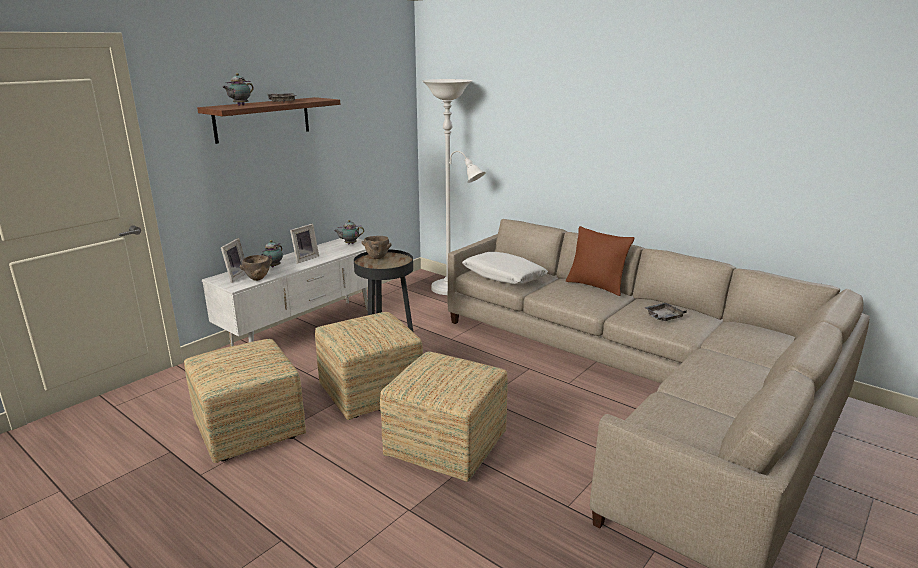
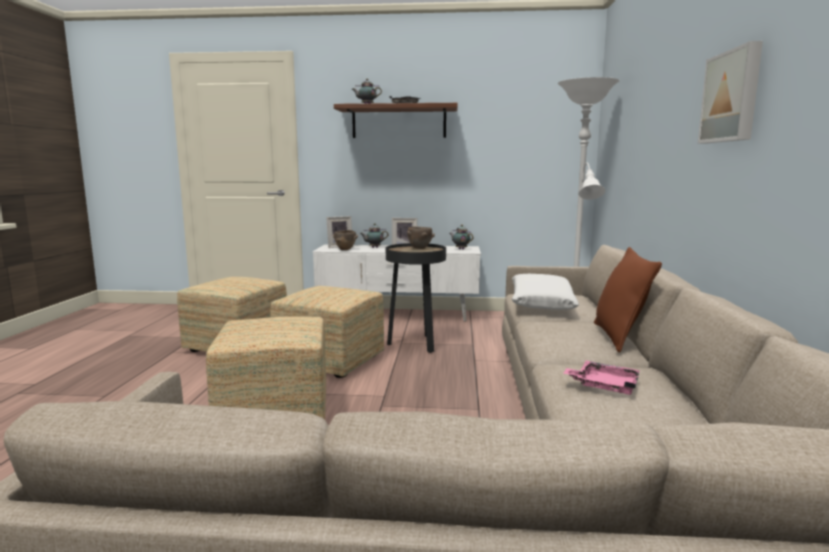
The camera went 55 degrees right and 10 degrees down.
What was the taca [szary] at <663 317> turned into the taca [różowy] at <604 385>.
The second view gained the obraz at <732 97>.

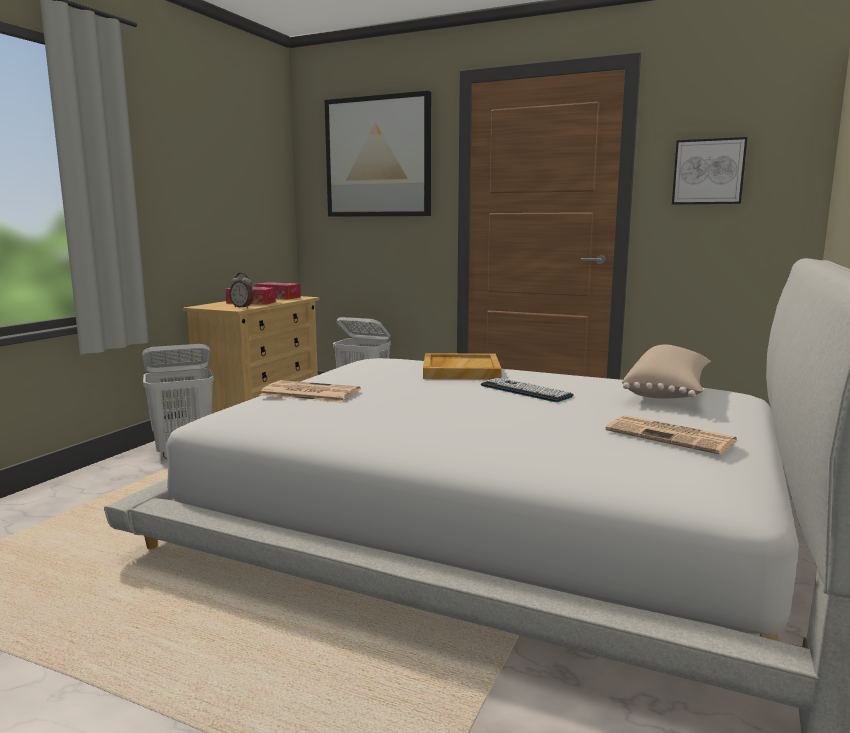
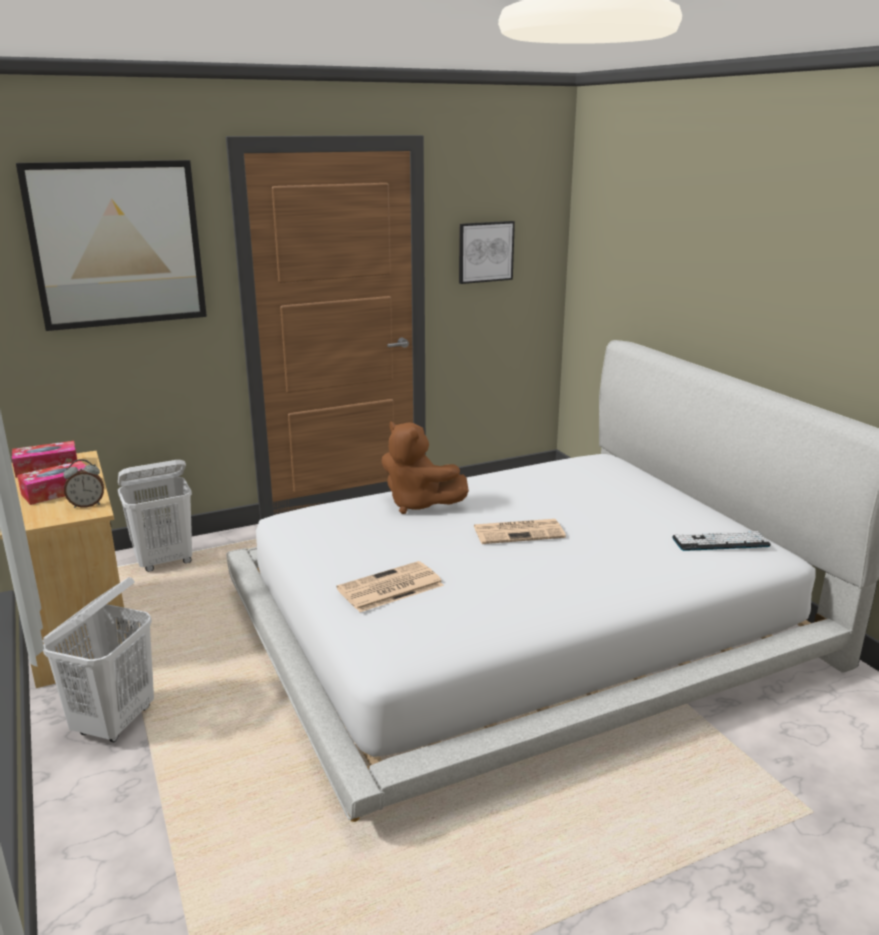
The camera went 50 degrees left and 10 degrees up.
Where the taca [beżowy] stood at <460 370>, the pluszak [brązowy] came to stand at <418 504>.
The gazeta ended up elsewhere, having gone from <672 436> to <519 532>.
The klawiatura ended up elsewhere, having gone from <525 391> to <720 542>.
The second view lost the poduszka [beżowy] at <669 392>.

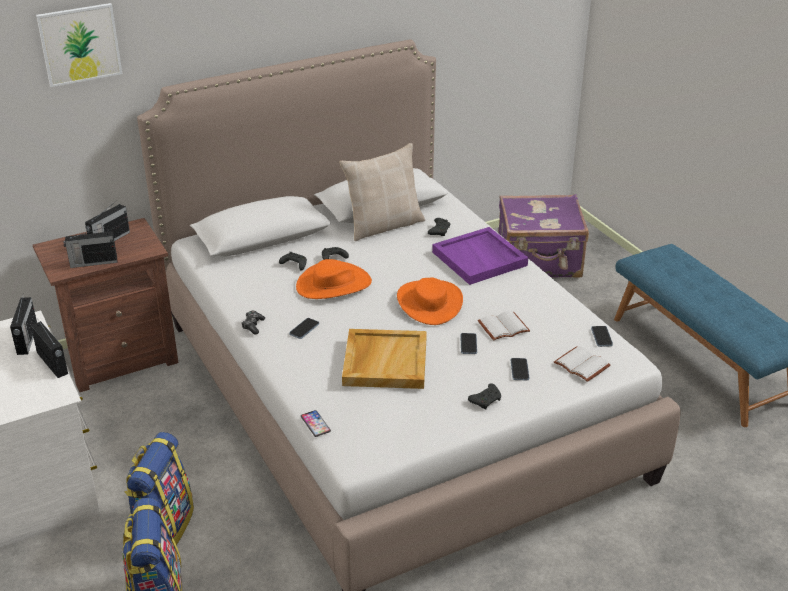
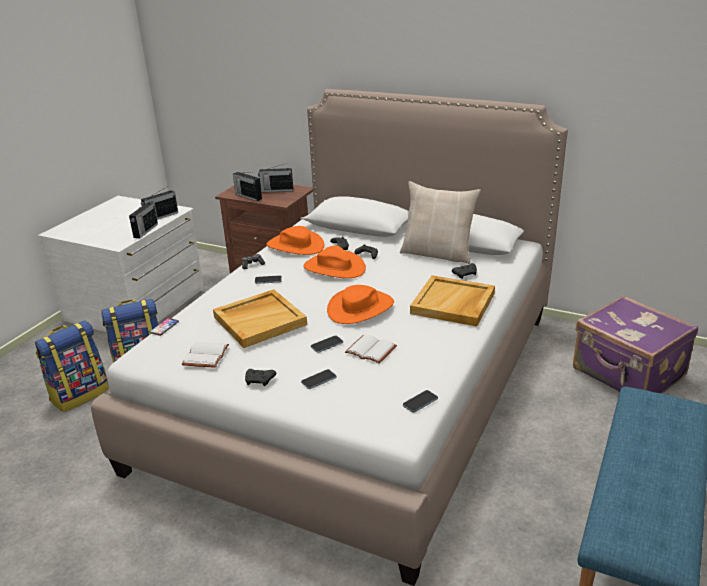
The camera went 55 degrees right and 5 degrees down.
The książka [biały] ended up elsewhere, having gone from <580 365> to <205 355>.
The second view gained the kapelusz [pomarańczowy] at <295 246>.
What was the taca [fioletowy] at <480 259> turned into the taca [beżowy] at <453 304>.
The second view lost the obraz at <80 44>.

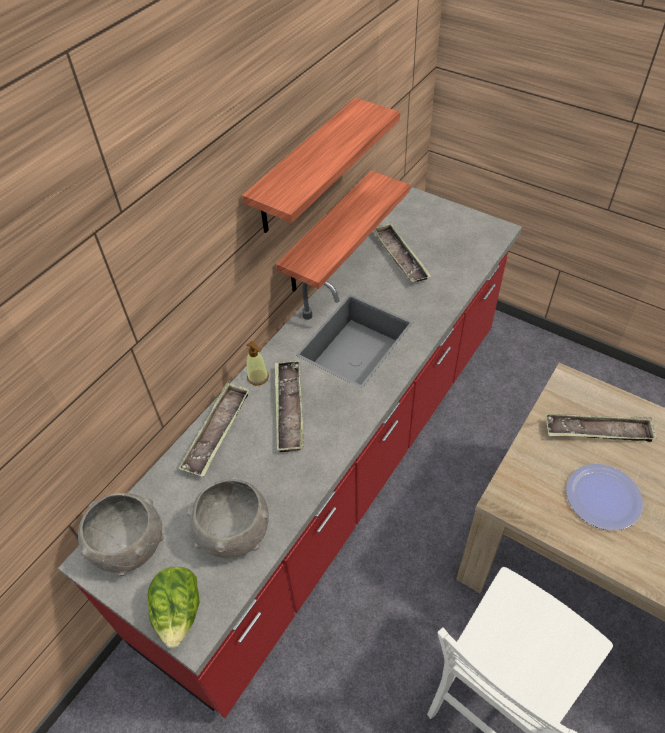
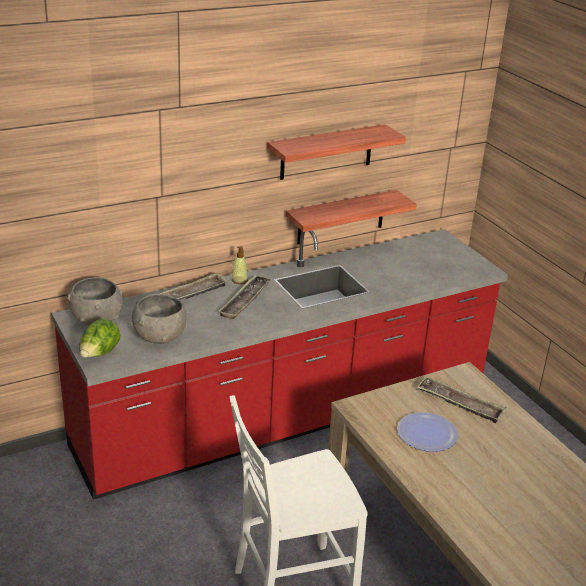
The camera went 25 degrees right and 20 degrees down.
The second view lost the taca at <400 256>.

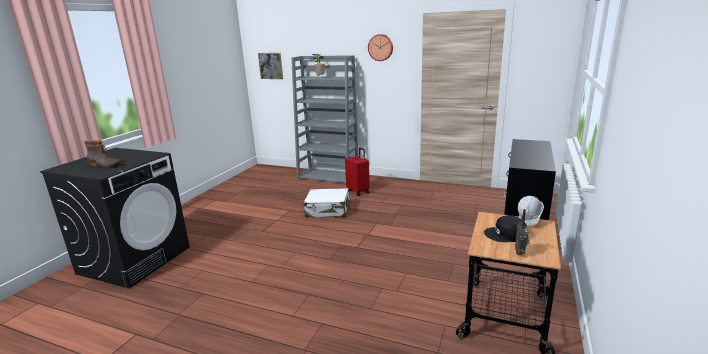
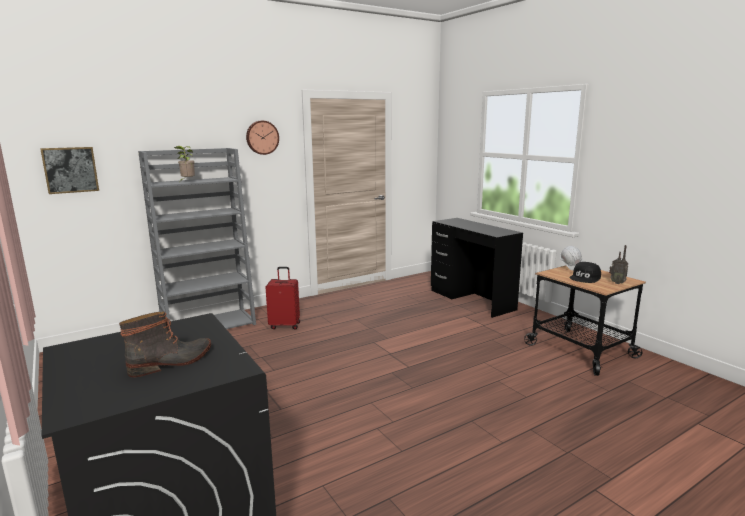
The camera went 55 degrees left and 5 degrees down.
The second view lost the walizka [biały] at <328 210>.

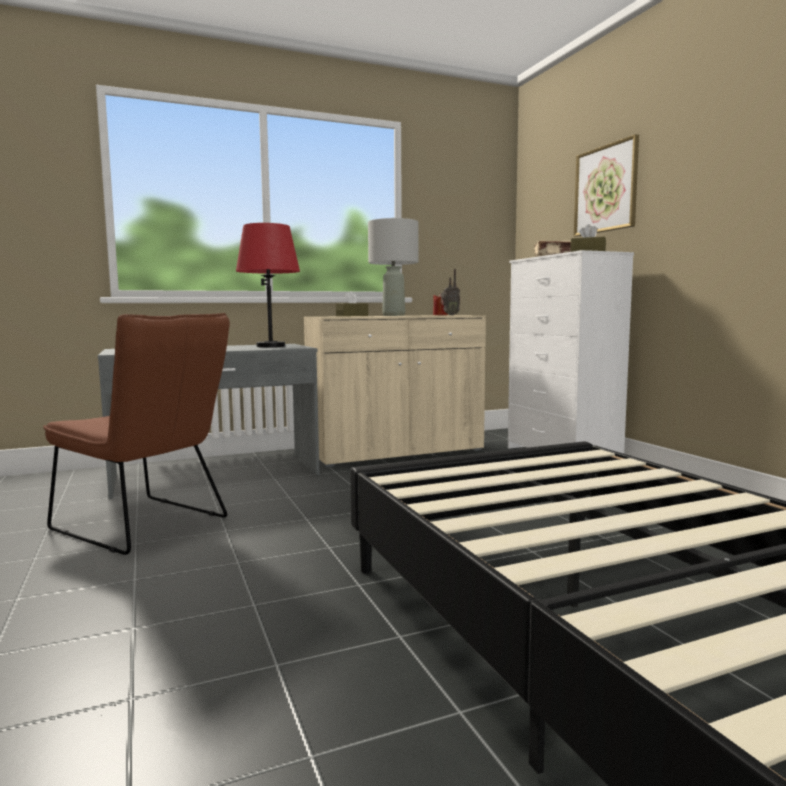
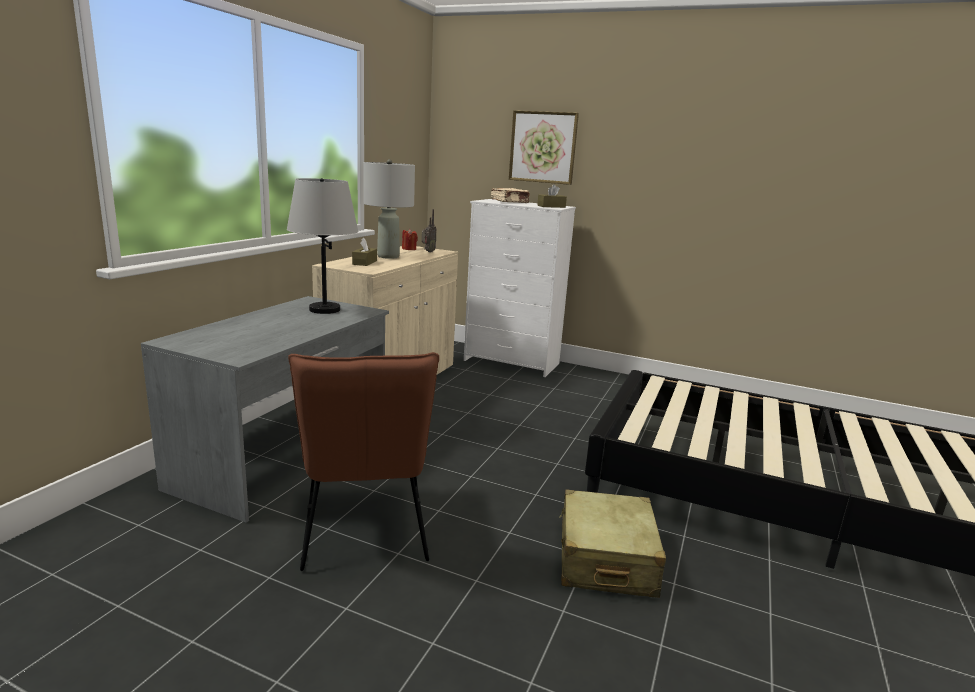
The camera went 45 degrees left and 10 degrees up.
What was the lampa stołowa [czerwony] at <270 346> turned into the lampa stołowa [szary] at <324 309>.
The krzesło [brązowy] at <147 526> ended up facing another way, 90 degrees clockwise from before.
The second view gained the walizka [beżowy] at <605 559>.

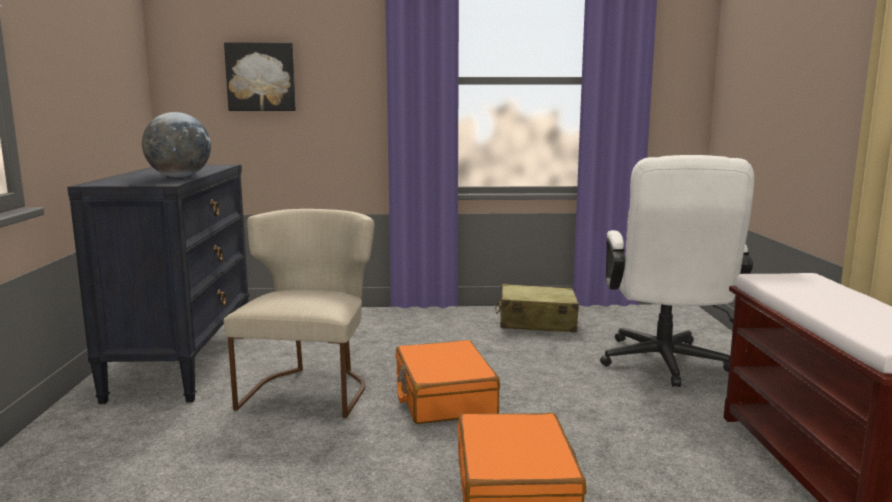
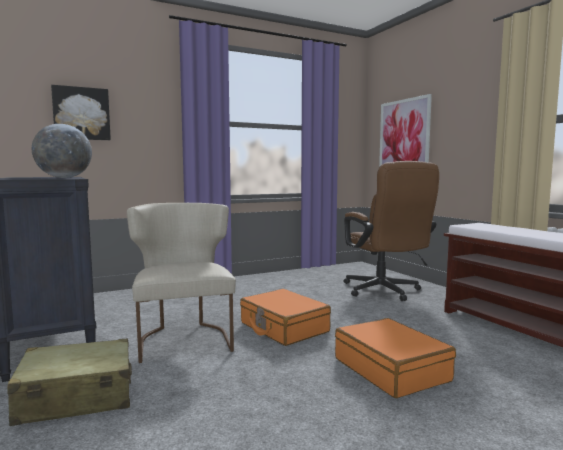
The camera went 25 degrees left and 5 degrees down.
The walizka [beżowy] ended up elsewhere, having gone from <536 322> to <76 397>.
What was the krzesło biurowe [biały] at <664 366> turned into the krzesło biurowe [brązowy] at <385 292>.
The second view gained the obraz at <404 134>.

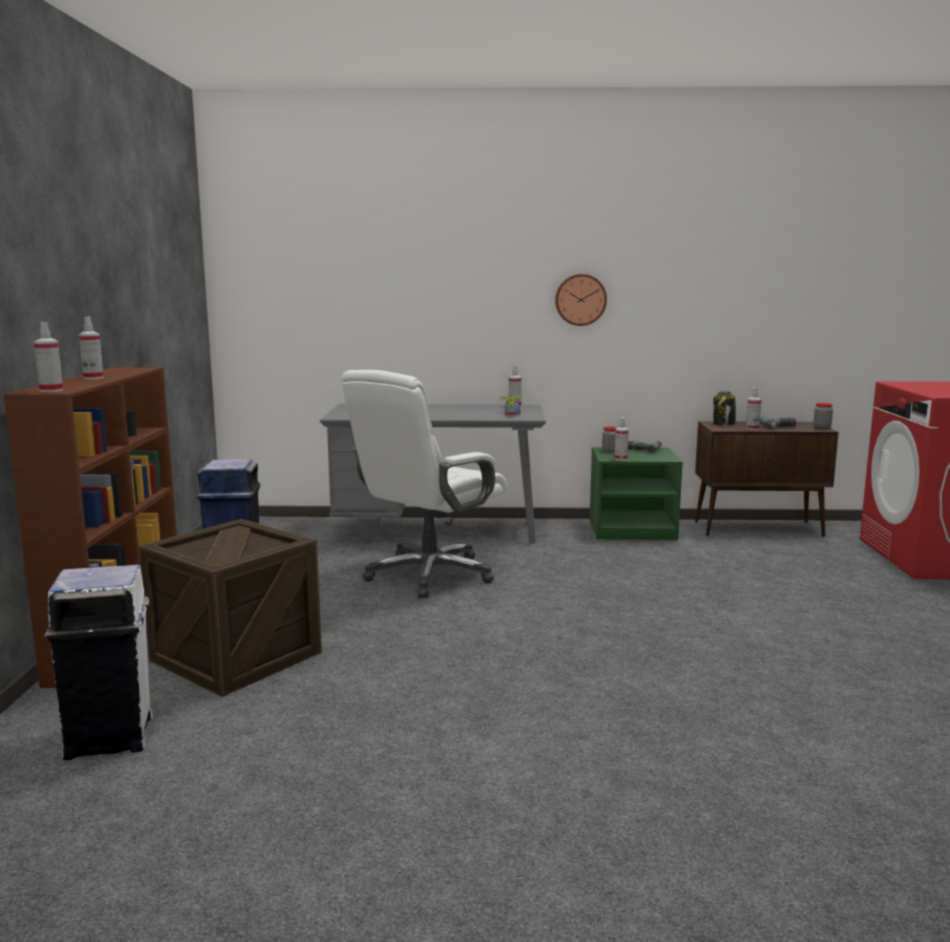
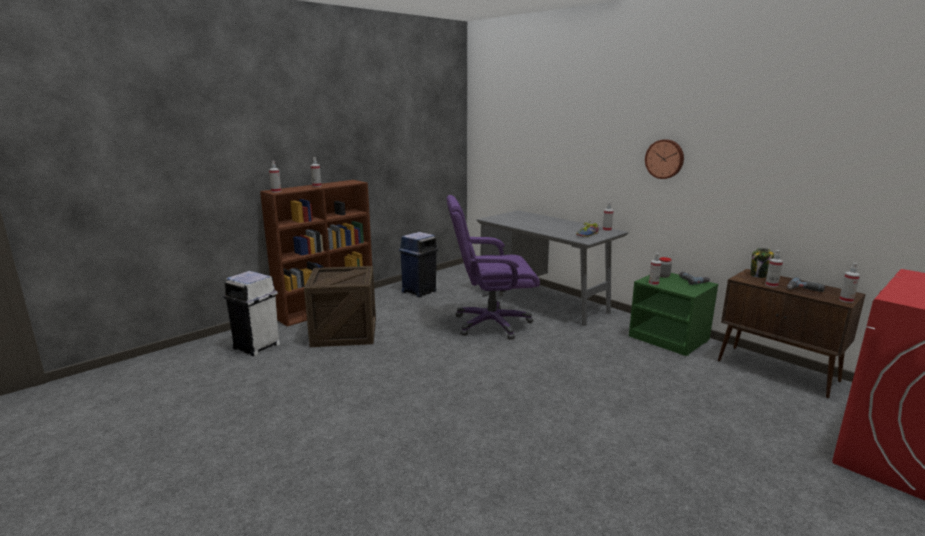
The camera went 45 degrees right and 5 degrees up.
What was the krzesło biurowe [biały] at <429 575> turned into the krzesło biurowe [fioletowy] at <491 324>.
Where the słoik stood at <822 428>, the spryskiwacz came to stand at <846 300>.

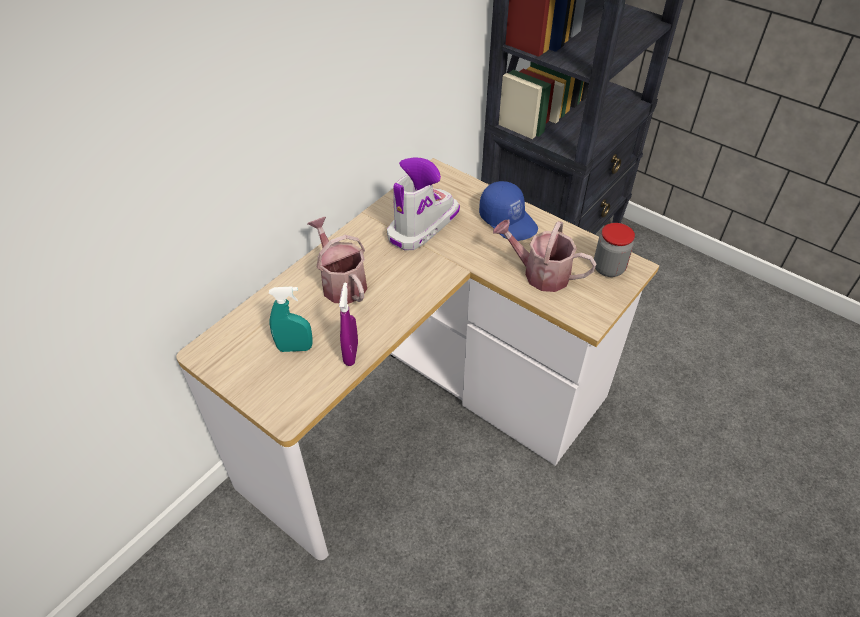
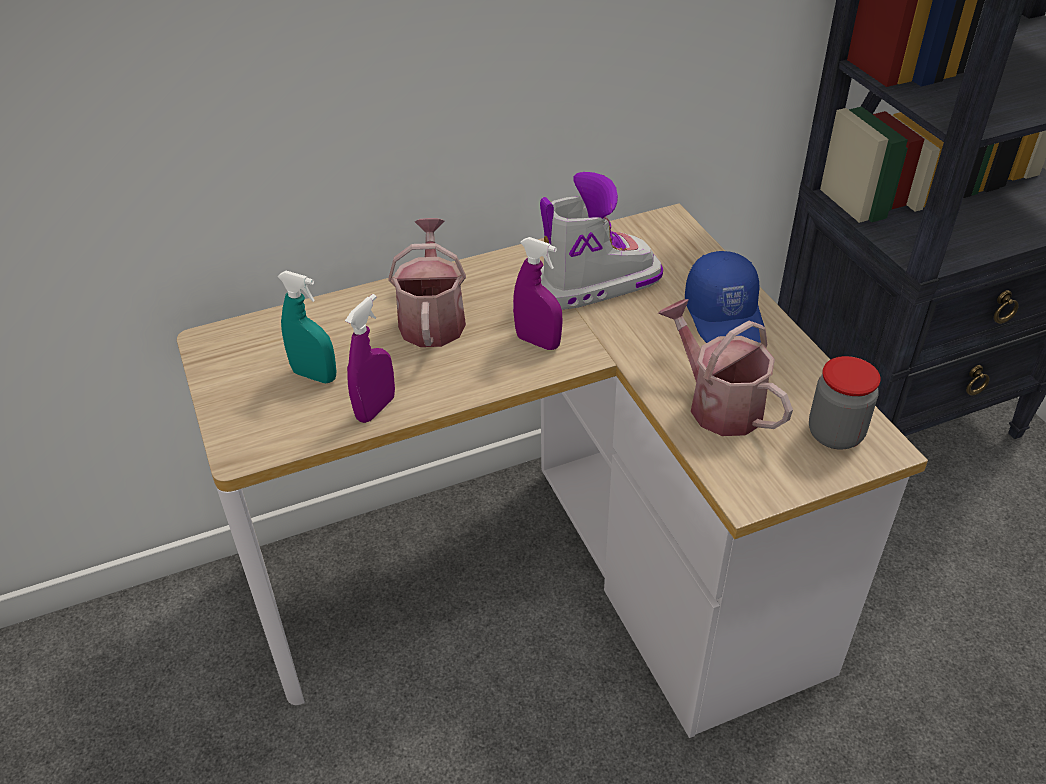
The camera went 30 degrees right and 5 degrees down.
The second view gained the spryskiwacz [fioletowy] at <538 342>.

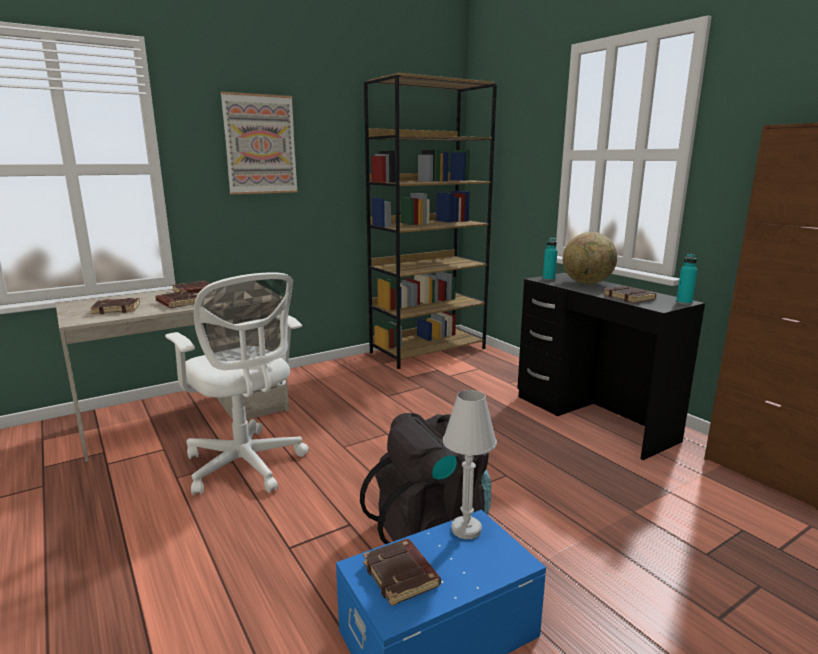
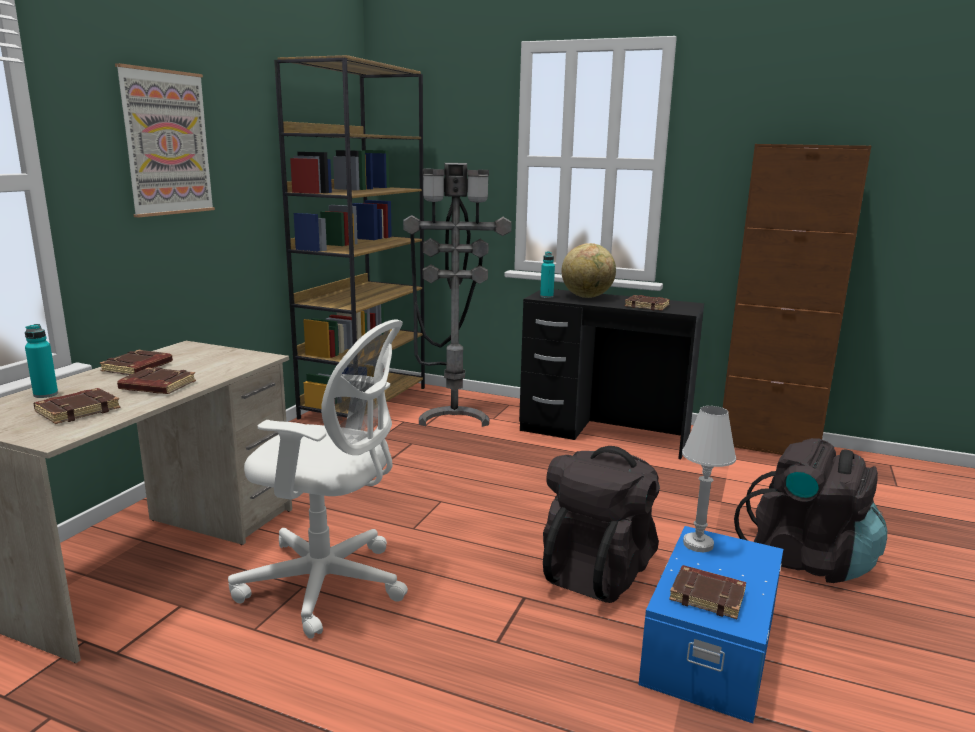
The camera went 35 degrees left and 0 degrees up.
The butelka [turkusowy] ended up elsewhere, having gone from <684 303> to <46 394>.
The second view gained the lampa stojąca [szary] at <454 414>.
The second view gained the plecak [czarny] at <806 559>.

